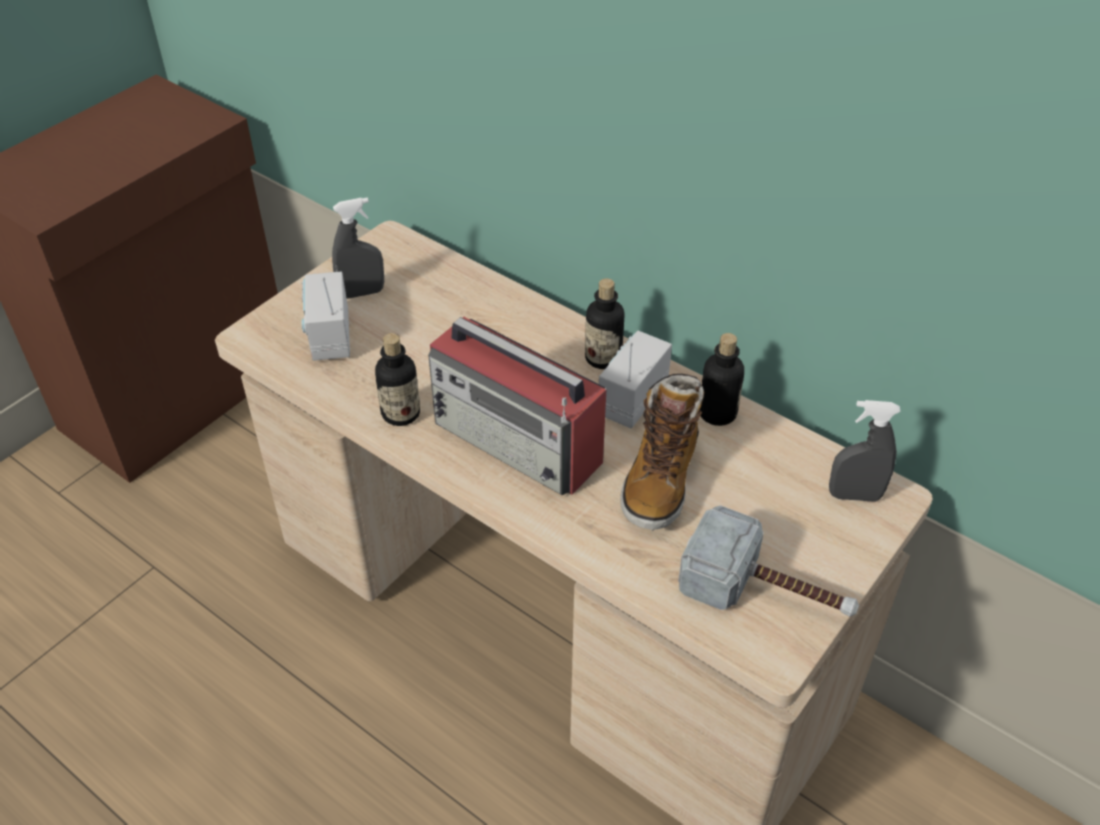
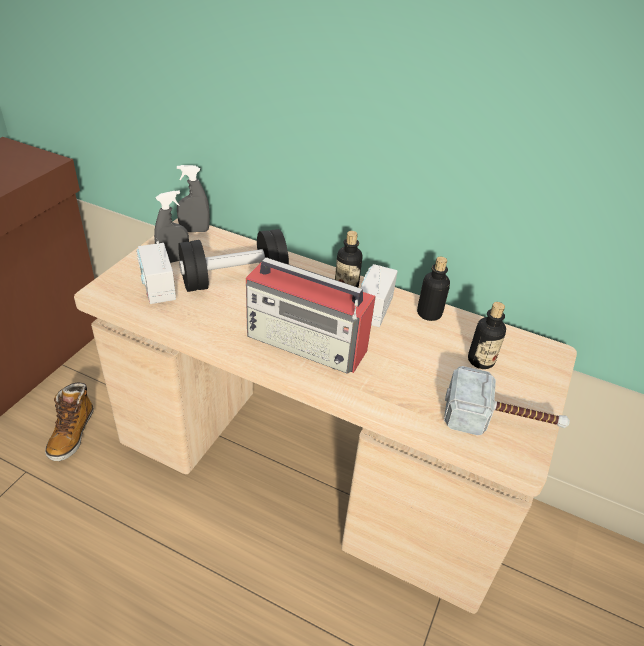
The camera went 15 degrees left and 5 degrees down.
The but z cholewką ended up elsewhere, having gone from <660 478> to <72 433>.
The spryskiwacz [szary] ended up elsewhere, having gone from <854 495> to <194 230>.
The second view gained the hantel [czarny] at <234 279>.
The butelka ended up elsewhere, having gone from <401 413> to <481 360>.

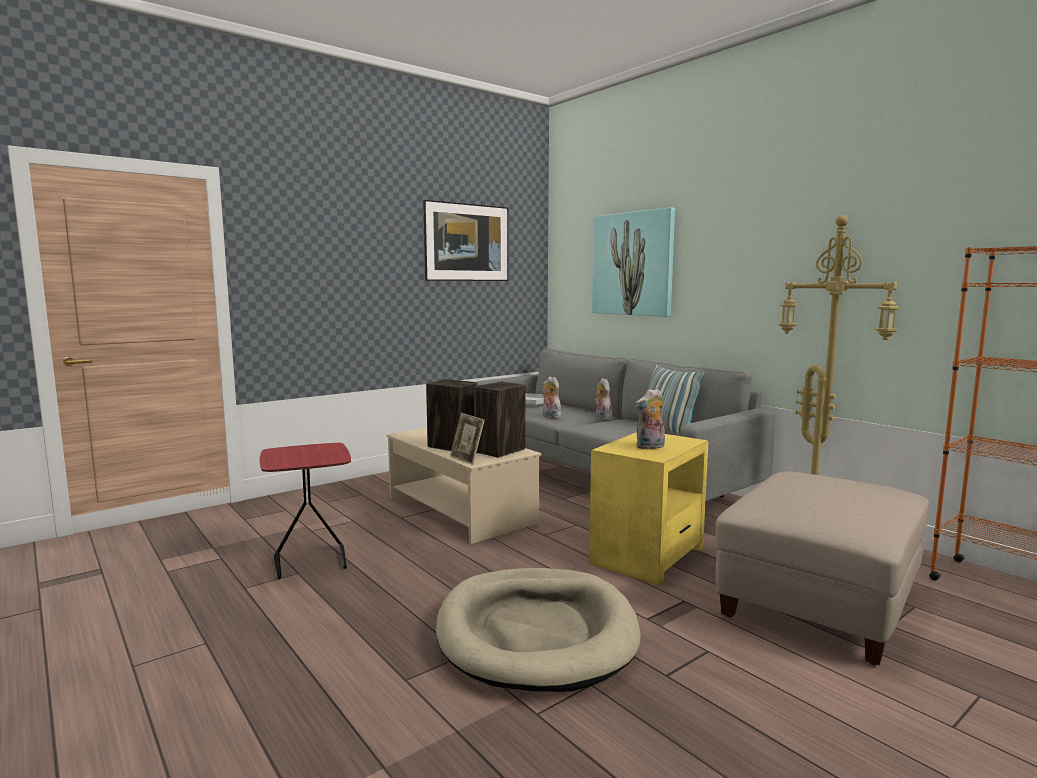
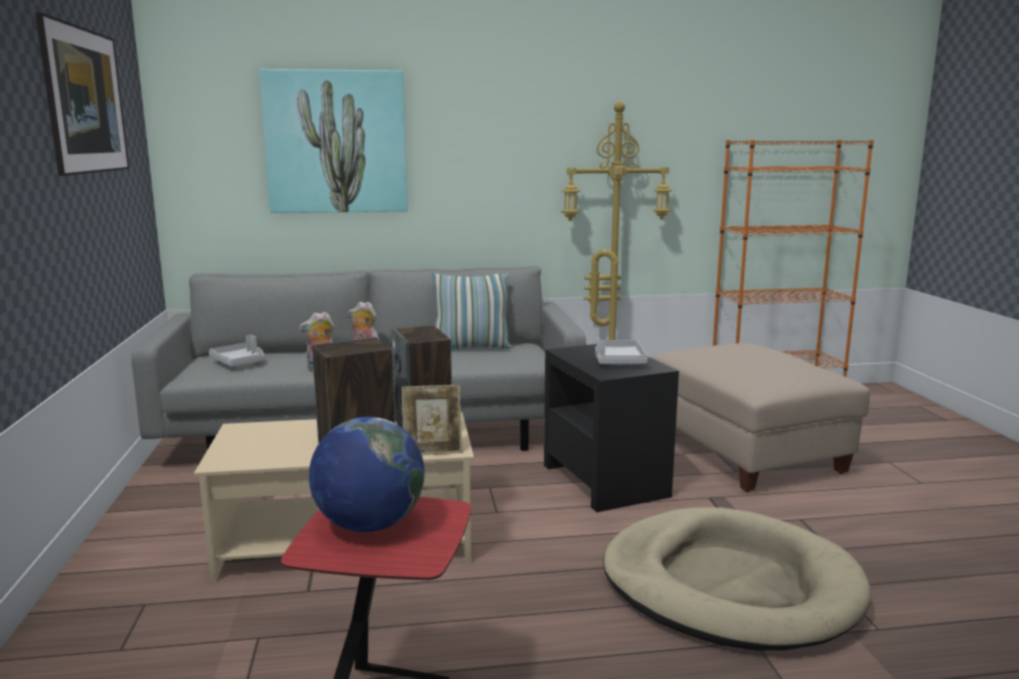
The camera went 60 degrees left and 5 degrees up.
The second view gained the globus at <369 525>.
What was the stolik [żółty] at <648 555> turned into the stolik [czarny] at <605 480>.
Where the pluszak stood at <650 447>, the taca [szary] came to stand at <618 361>.

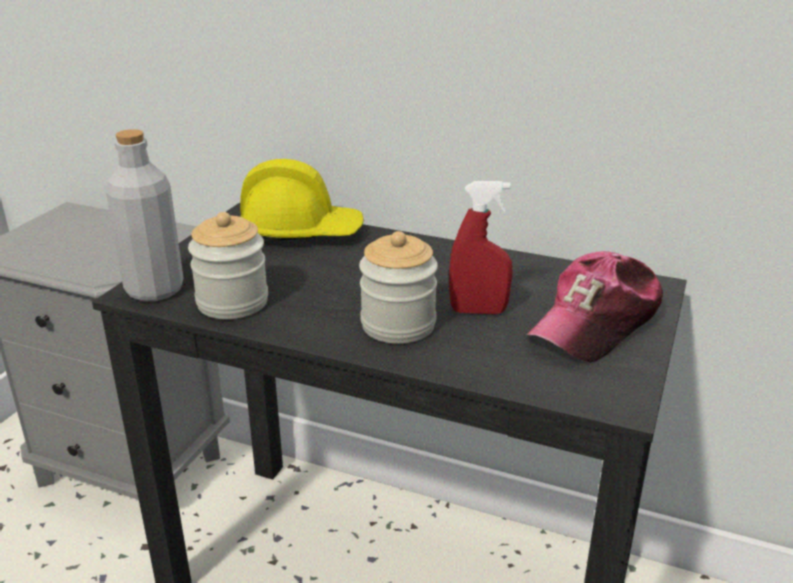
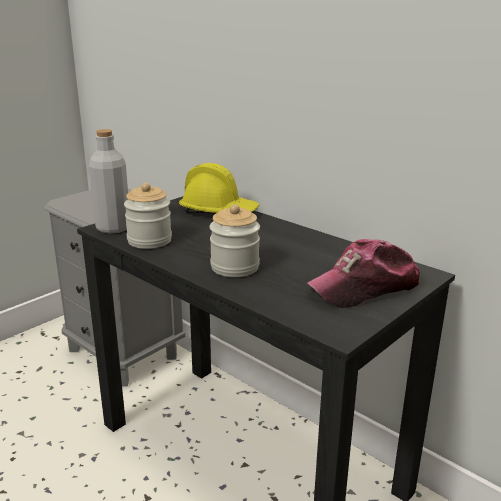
The camera went 20 degrees right and 5 degrees down.
The second view lost the spryskiwacz [czerwony] at <478 311>.

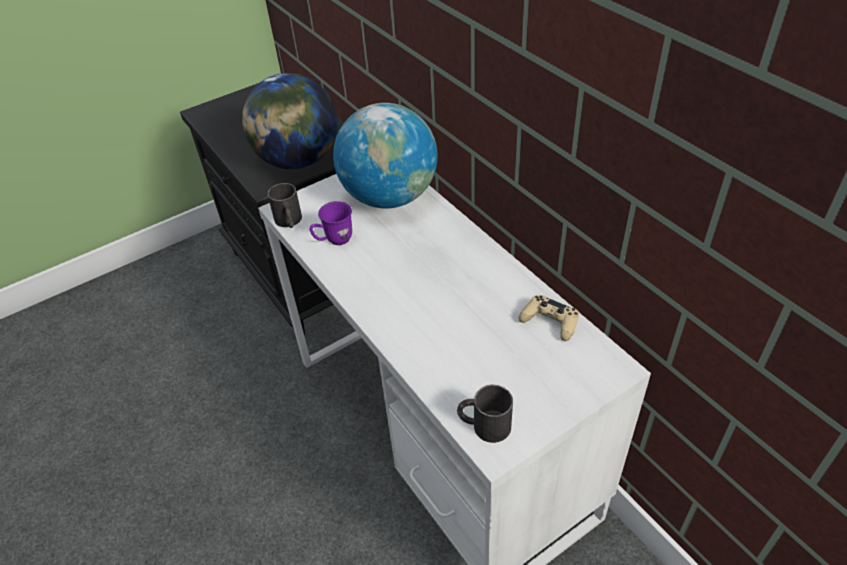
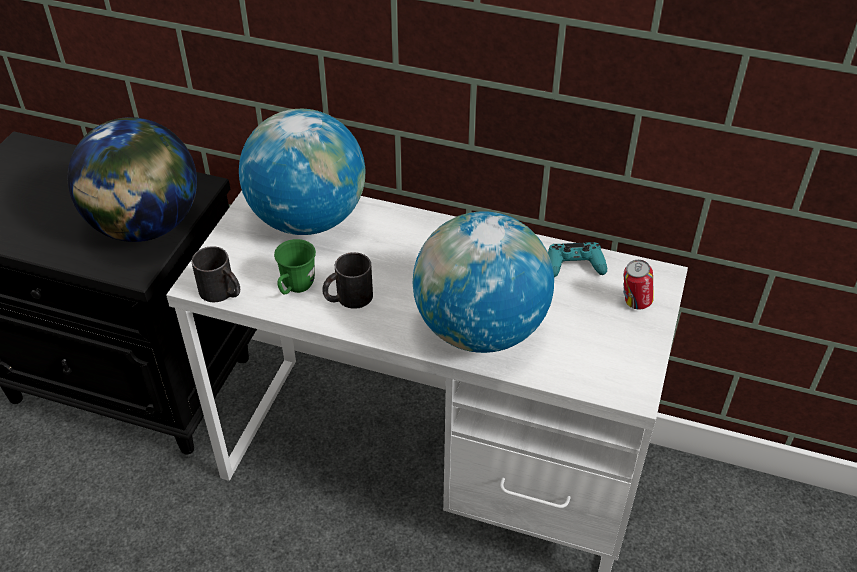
The camera went 40 degrees left and 0 degrees up.
What was the kubek [fioletowy] at <334 240> turned into the kubek [zielony] at <295 288>.
The kubek [czarny] ended up elsewhere, having gone from <484 425> to <348 298>.
The second view gained the globus at <480 329>.
What was the pad do gier [beżowy] at <549 322> turned into the pad do gier [turkusowy] at <574 265>.
The second view gained the puszka at <634 303>.

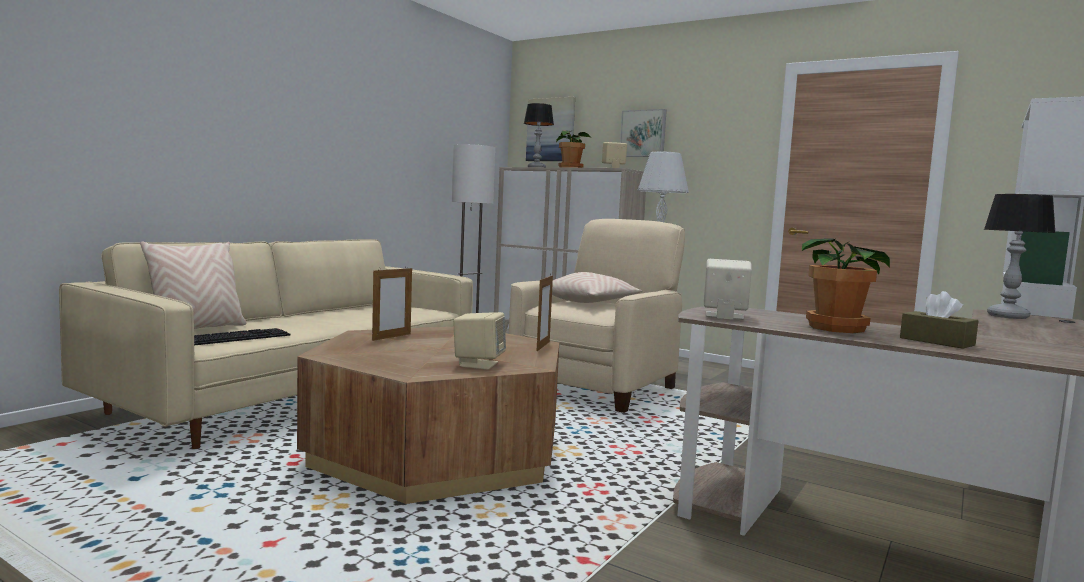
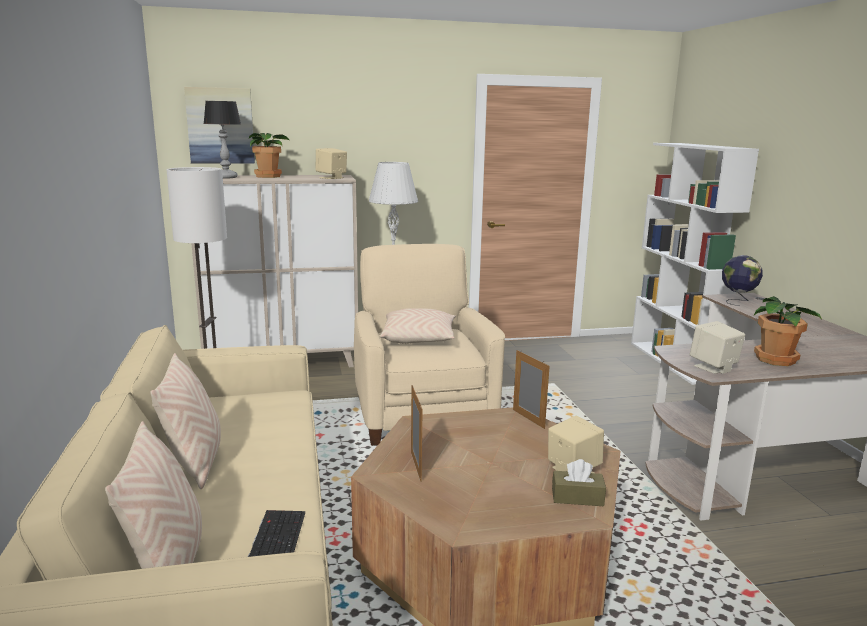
The camera went 45 degrees left and 10 degrees up.
The second view gained the poduszka [beżowy] at <195 462>.
The pudełko chusteczek [brązowy] ended up elsewhere, having gone from <936 341> to <577 497>.
Where the lampa stołowa stood at <1007 316>, the globus came to stand at <737 301>.
The second view lost the obraz at <643 133>.

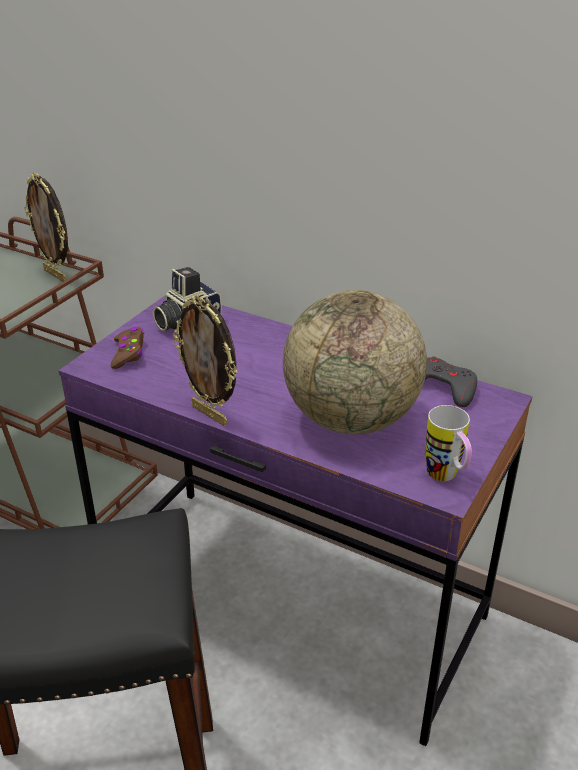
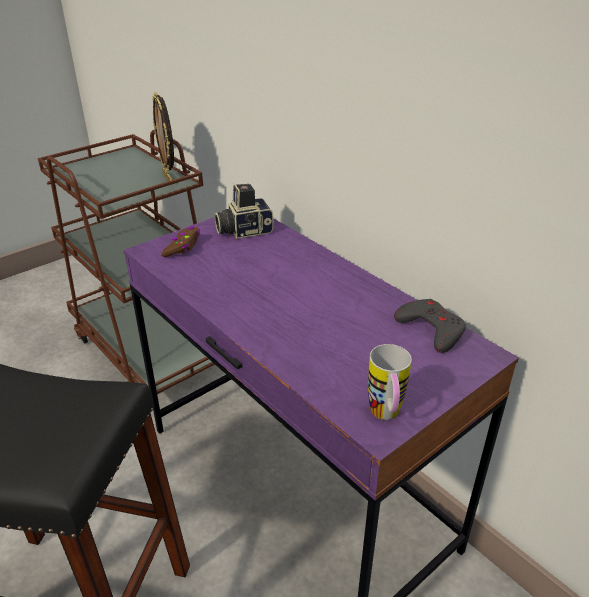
The camera went 20 degrees right and 0 degrees up.
The second view lost the ramka na zdjęcie at <210 414>.
The second view lost the globus at <351 419>.

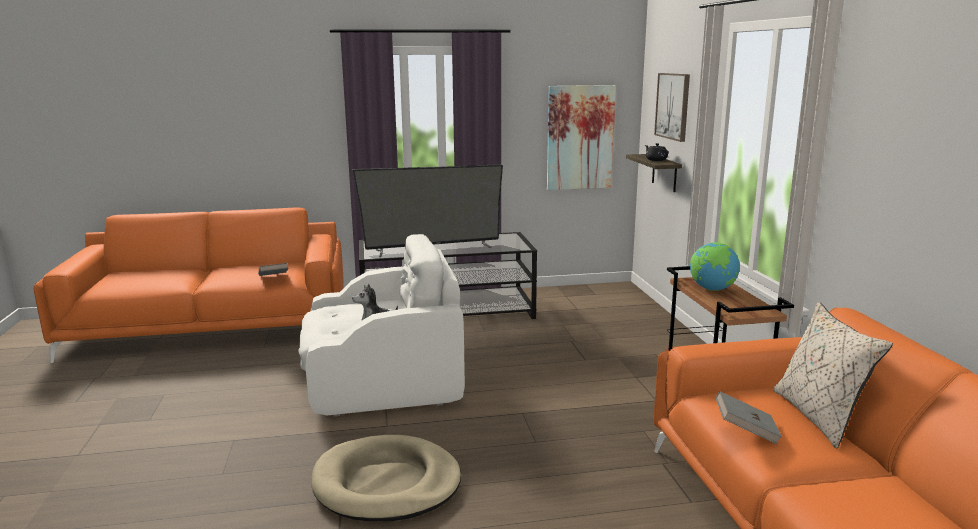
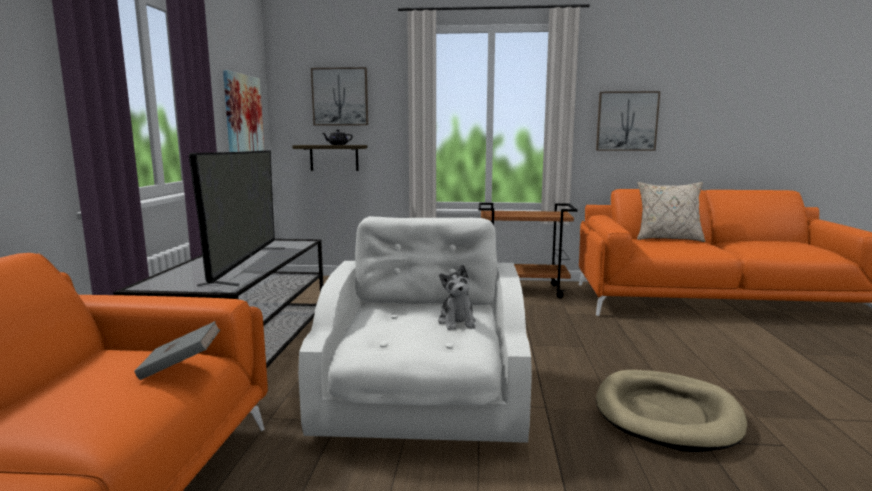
The camera went 75 degrees left and 5 degrees down.
The second view gained the obraz at <626 121>.
The second view lost the globus at <712 289>.
The second view lost the książka [szary] at <745 430>.

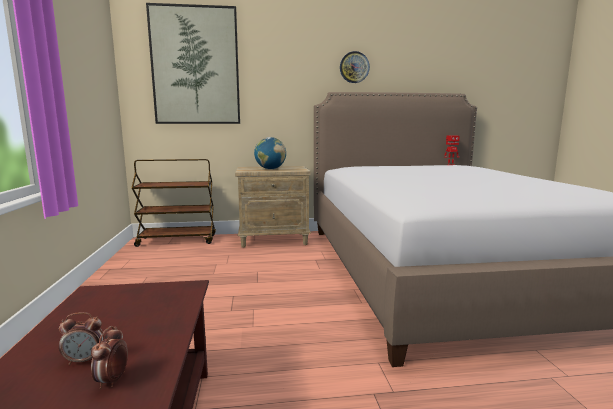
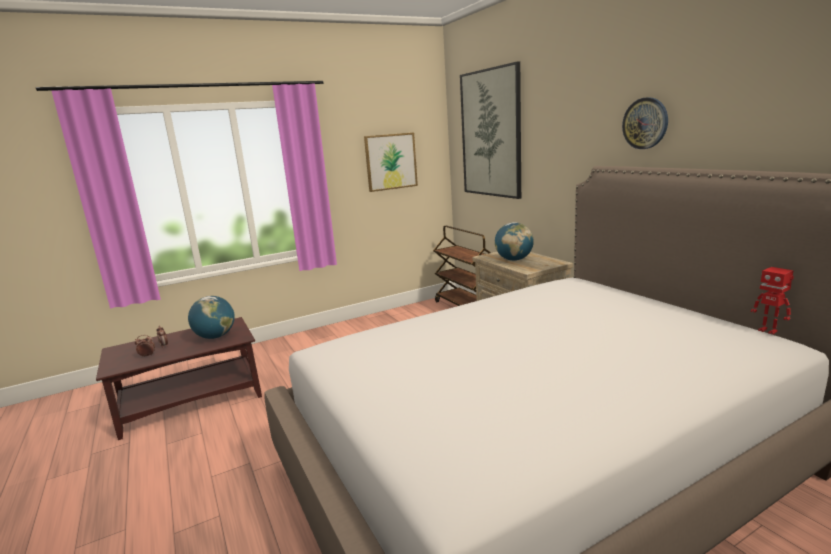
The camera went 70 degrees right and 5 degrees up.
The second view gained the globus at <215 337>.
The second view gained the obraz at <391 161>.

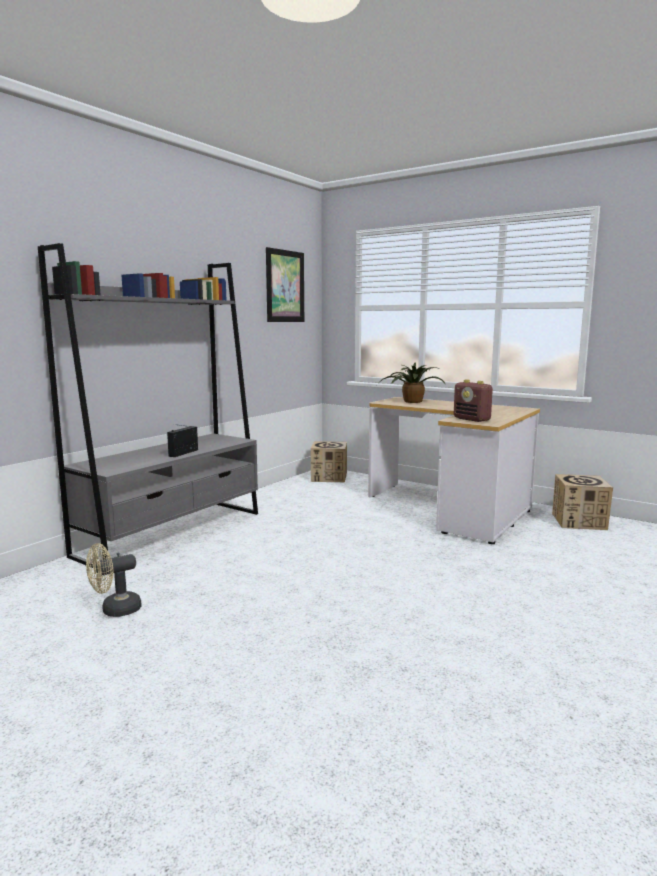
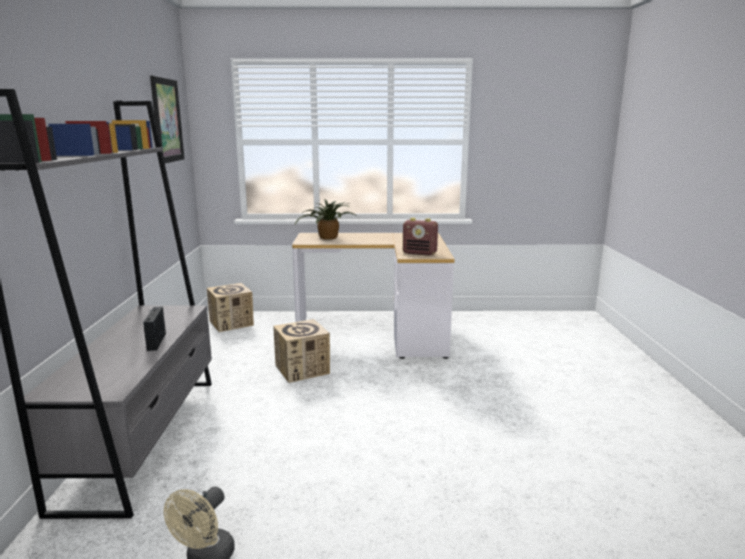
The camera went 35 degrees left and 5 degrees up.
The karton ended up elsewhere, having gone from <579 521> to <302 369>.

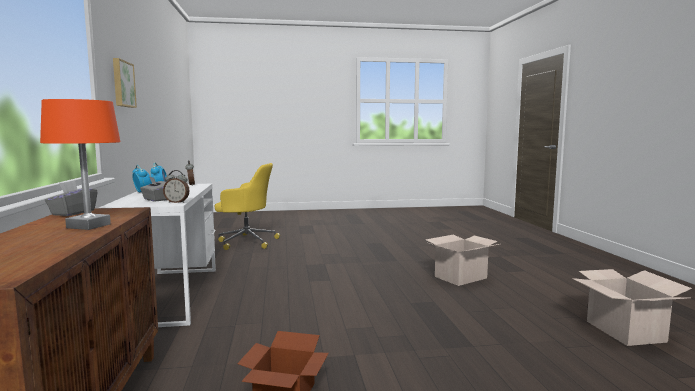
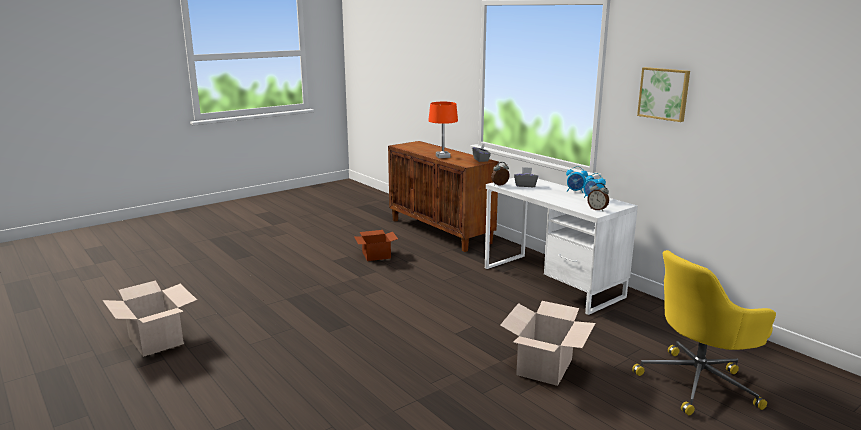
The camera went 150 degrees right and 10 degrees up.
The karton ended up elsewhere, having gone from <461 277> to <544 366>.

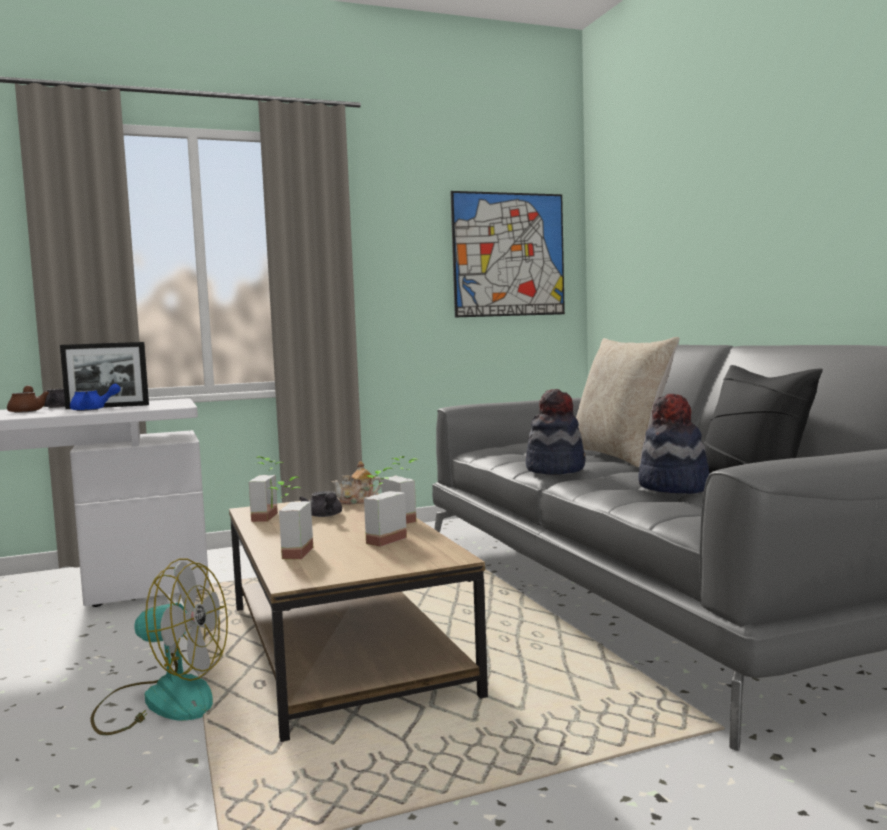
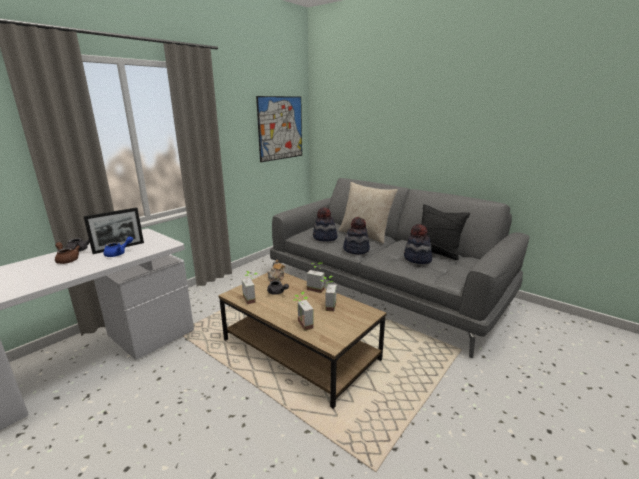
The camera went 30 degrees left and 15 degrees up.
The second view gained the kapelusz at <325 238>.
The second view lost the wentylator at <161 701>.

